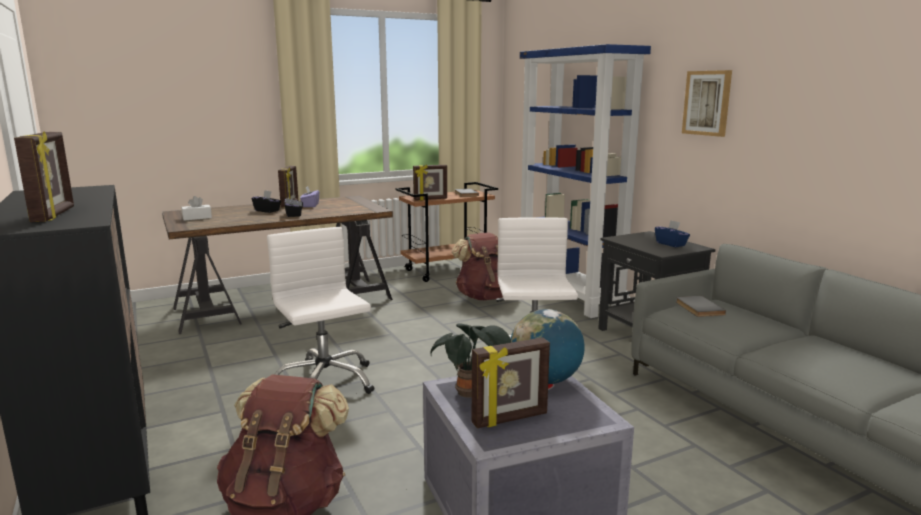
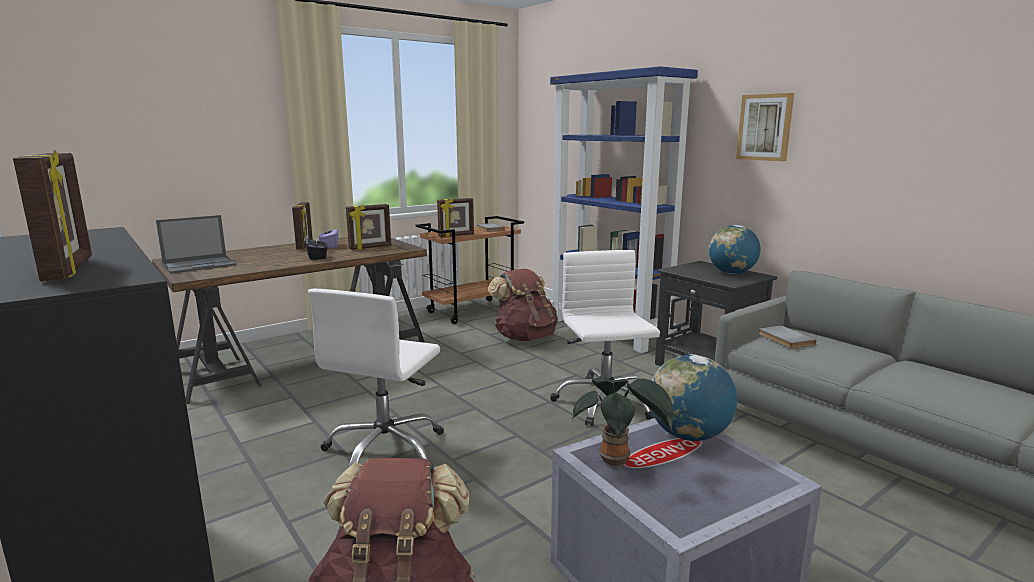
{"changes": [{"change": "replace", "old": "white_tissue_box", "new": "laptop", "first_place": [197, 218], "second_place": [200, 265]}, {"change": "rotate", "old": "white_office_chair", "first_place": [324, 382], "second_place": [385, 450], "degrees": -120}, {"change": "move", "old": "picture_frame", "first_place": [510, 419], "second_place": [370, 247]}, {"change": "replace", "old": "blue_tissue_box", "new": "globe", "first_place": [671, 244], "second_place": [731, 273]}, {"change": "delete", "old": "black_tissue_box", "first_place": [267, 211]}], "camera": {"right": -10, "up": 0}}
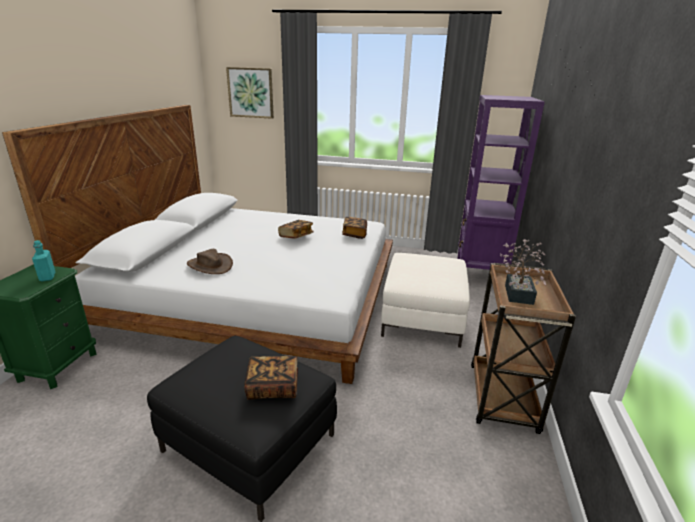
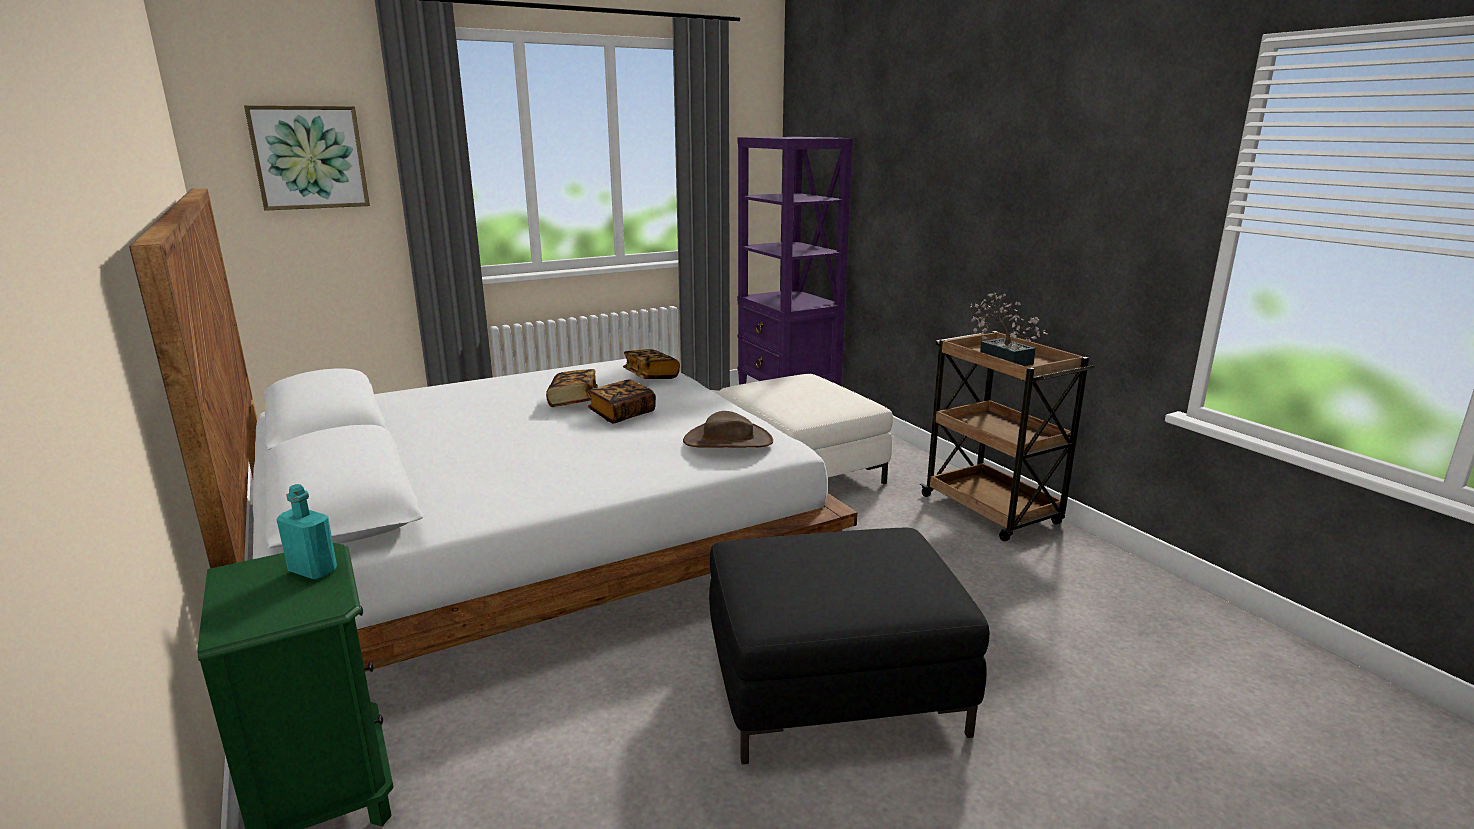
{"changes": [{"change": "move", "old": "book", "first_place": [273, 387], "second_place": [622, 414]}, {"change": "move", "old": "brown_hat", "first_place": [210, 265], "second_place": [728, 441]}], "camera": {"right": -40, "up": -5}}
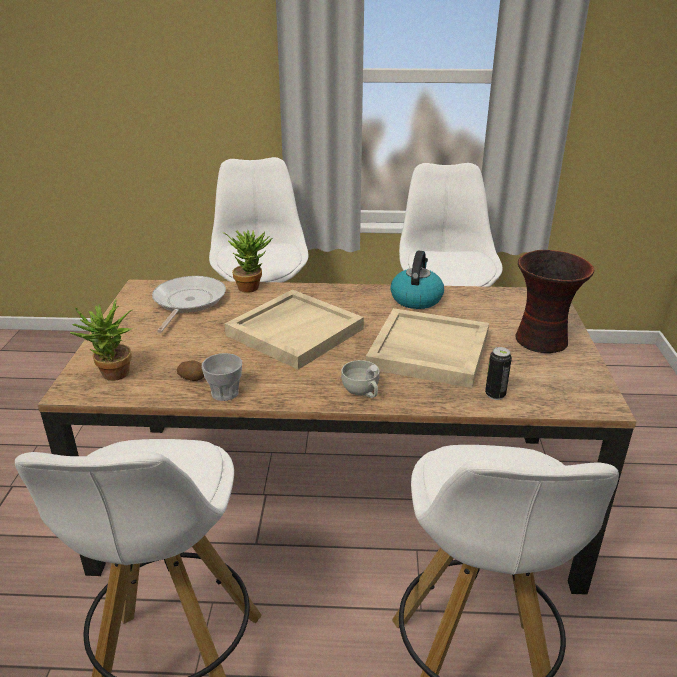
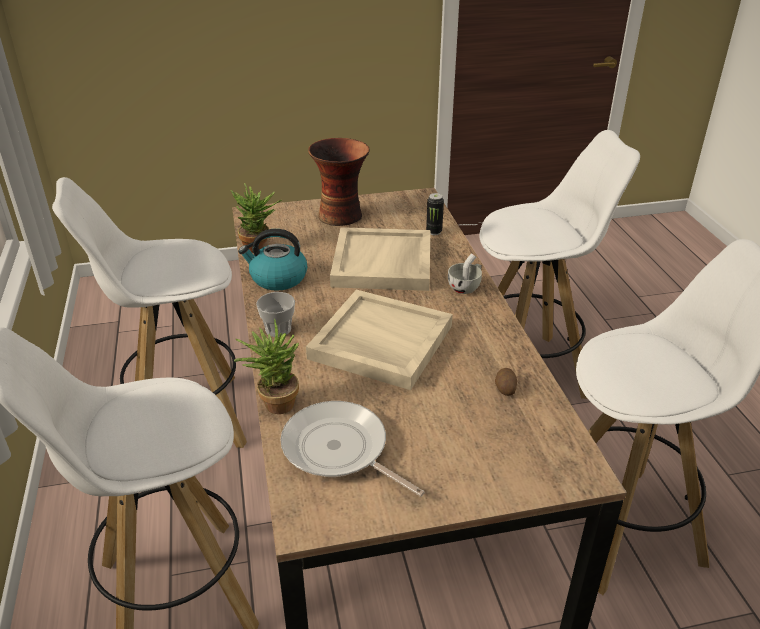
{"changes": [{"change": "move", "old": "potted_plant", "first_place": [112, 376], "second_place": [260, 247]}, {"change": "move", "old": "cup", "first_place": [225, 393], "second_place": [278, 329]}, {"change": "rotate", "old": "frying_pan", "first_place": [187, 302], "second_place": [339, 450], "degrees": 45}], "camera": {"right": -105, "up": 5}}
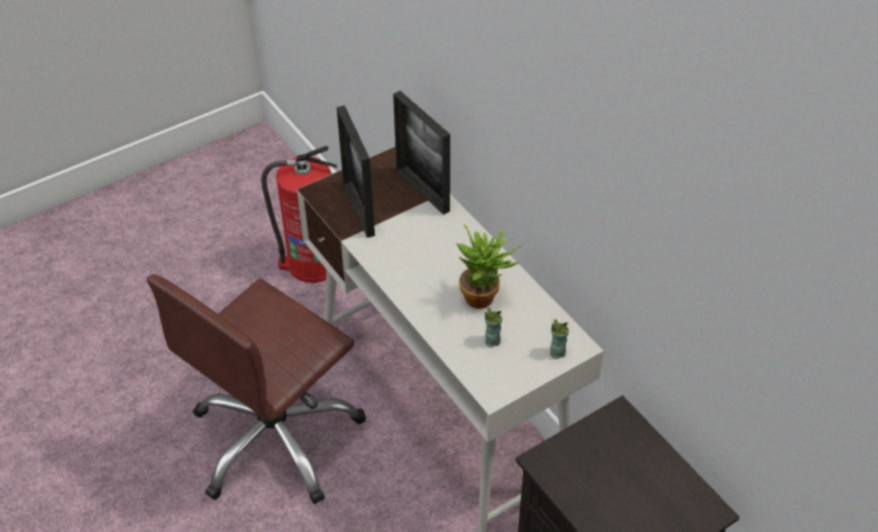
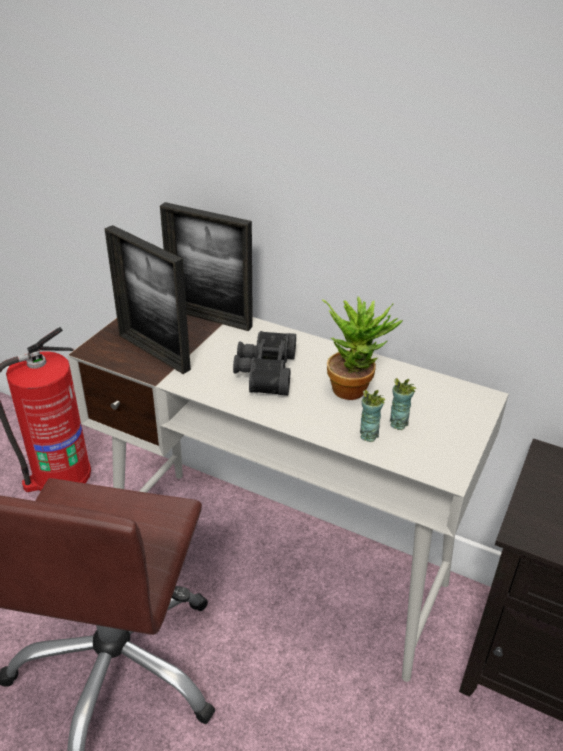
{"changes": [{"change": "insert", "new": "black_binoculars", "second_place": [264, 372]}, {"change": "move", "old": "cup", "first_place": [557, 352], "second_place": [368, 435]}], "camera": {"right": -30, "up": -10}}
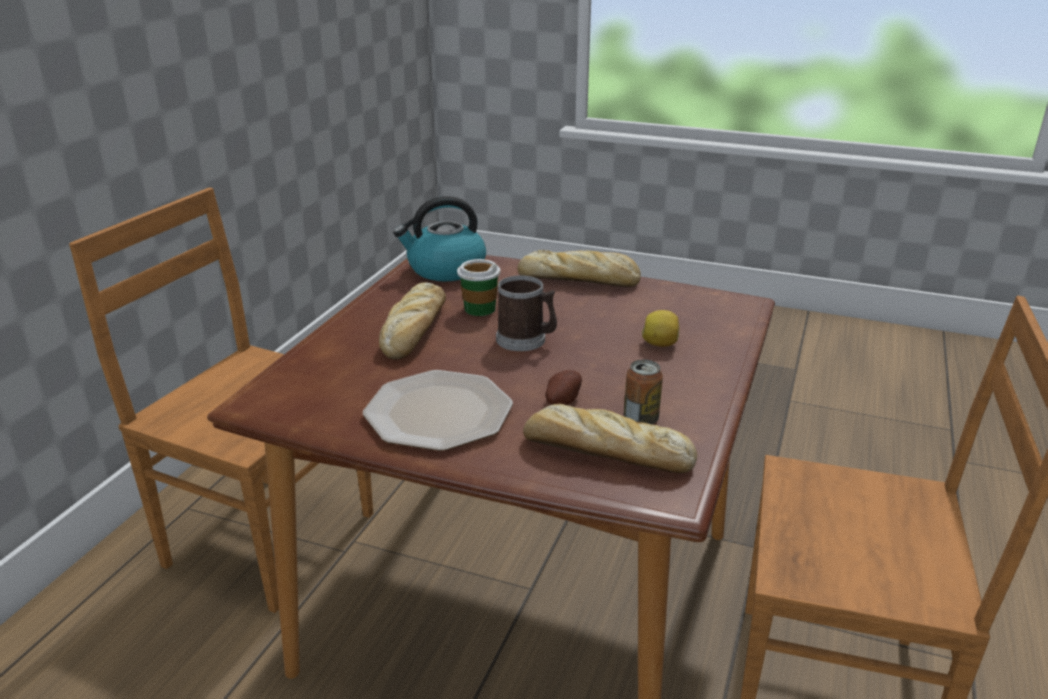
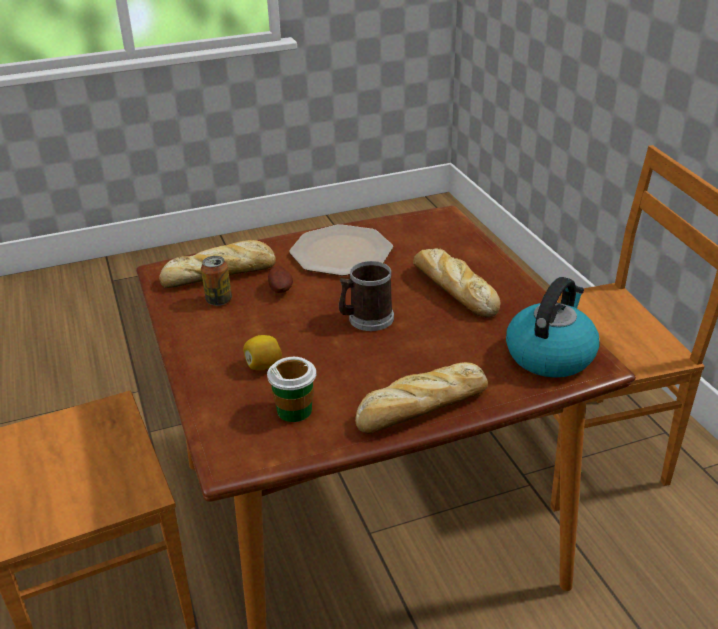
{"changes": [{"change": "move", "old": "cup", "first_place": [479, 309], "second_place": [295, 410]}], "camera": {"right": 140, "up": 5}}
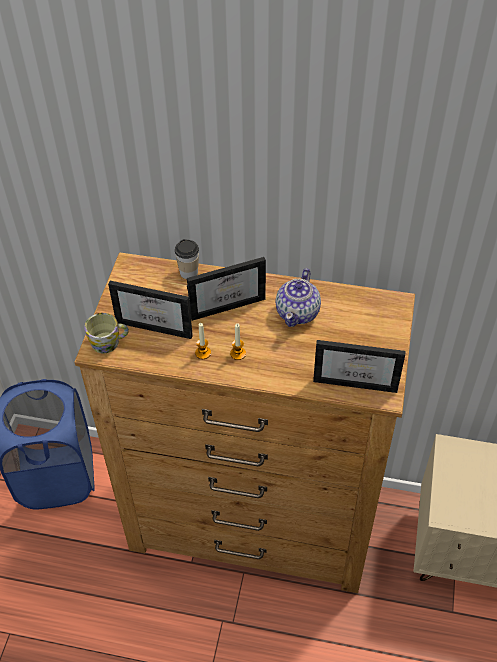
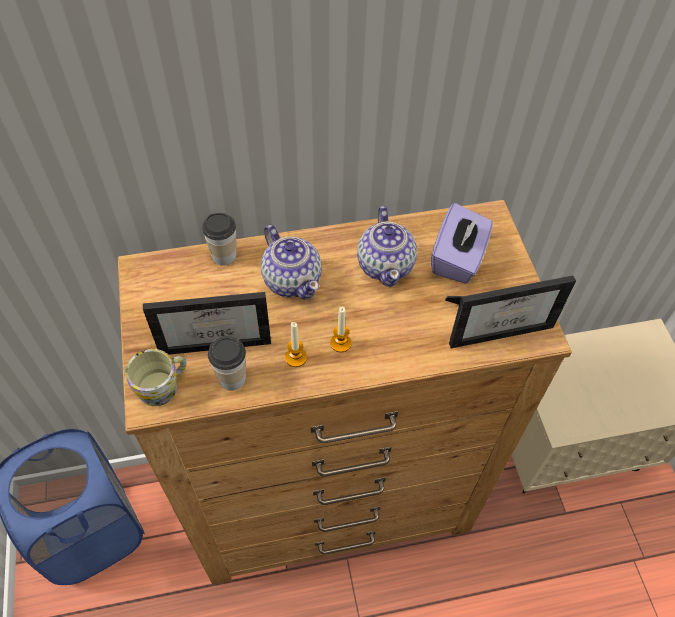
{"changes": [{"change": "insert", "new": "cup", "second_place": [232, 378]}, {"change": "replace", "old": "picture_frame", "new": "teapot", "first_place": [227, 302], "second_place": [292, 279]}, {"change": "insert", "new": "purple_tissue_box", "second_place": [458, 259]}], "camera": {"right": -25, "up": 5}}
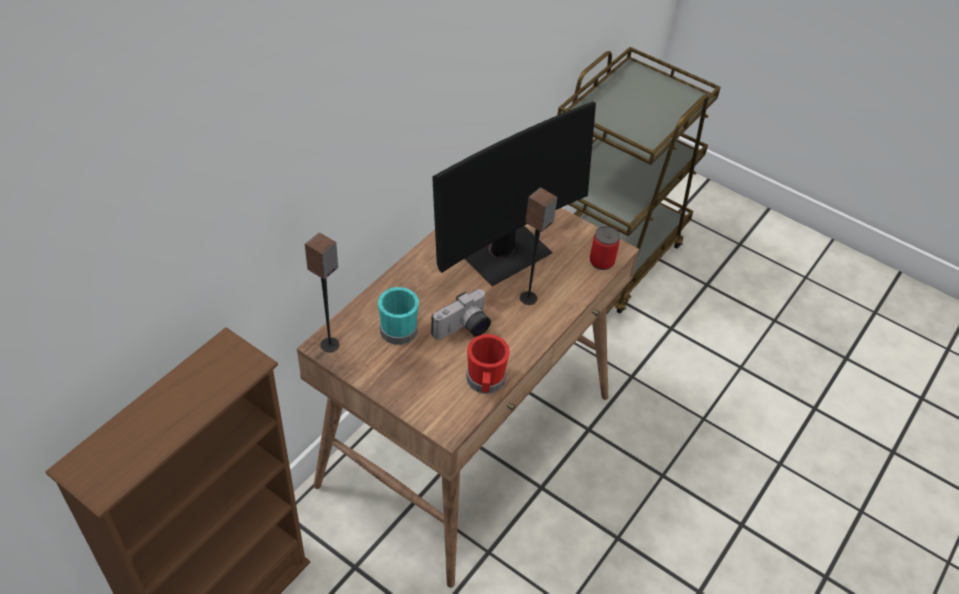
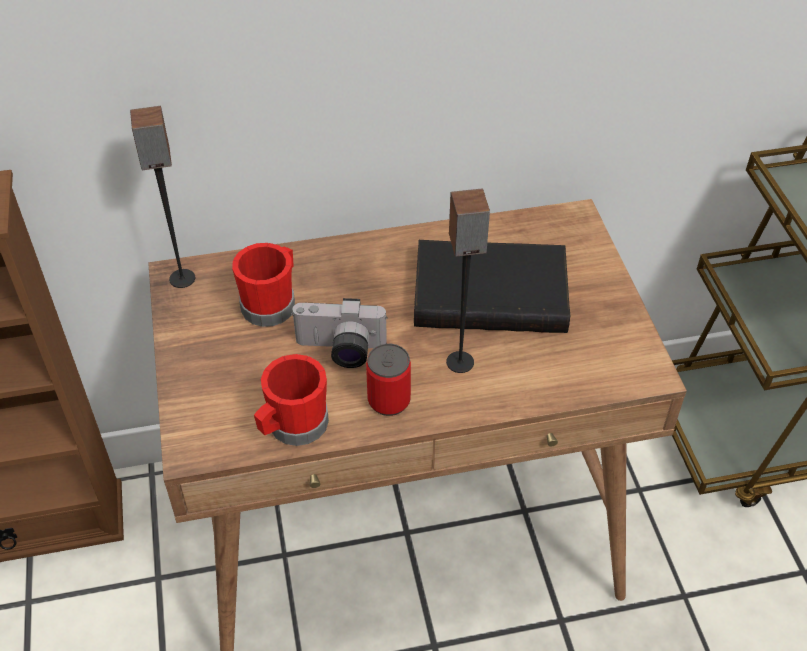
{"changes": [{"change": "recolor", "old": "turquoise_mug", "new": "red_mug", "first_place": [398, 327], "second_place": [272, 303]}, {"change": "move", "old": "can", "first_place": [601, 261], "second_place": [389, 400]}, {"change": "replace", "old": "monitor", "new": "black_book", "first_place": [503, 252], "second_place": [491, 291]}], "camera": {"right": 45, "up": 0}}
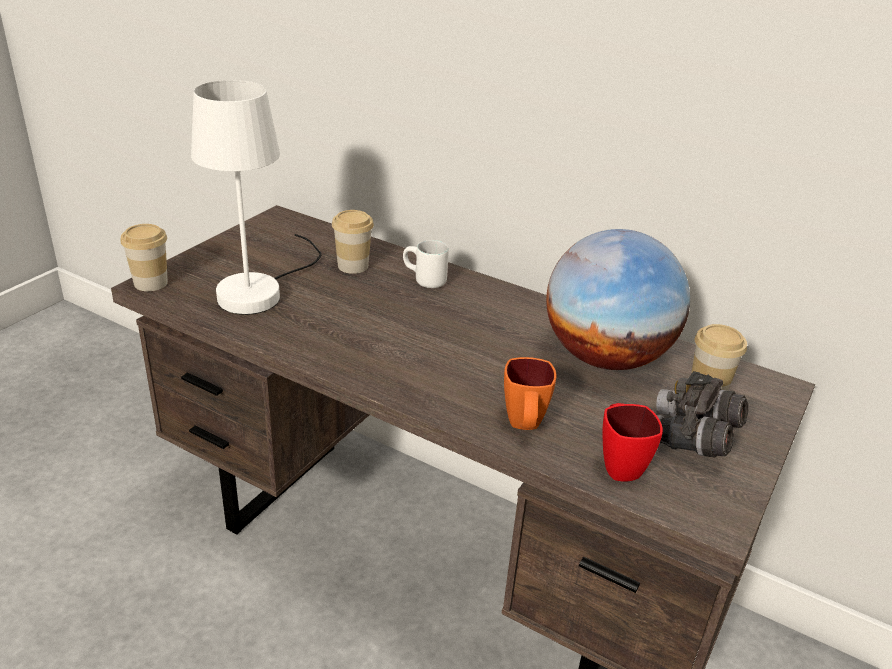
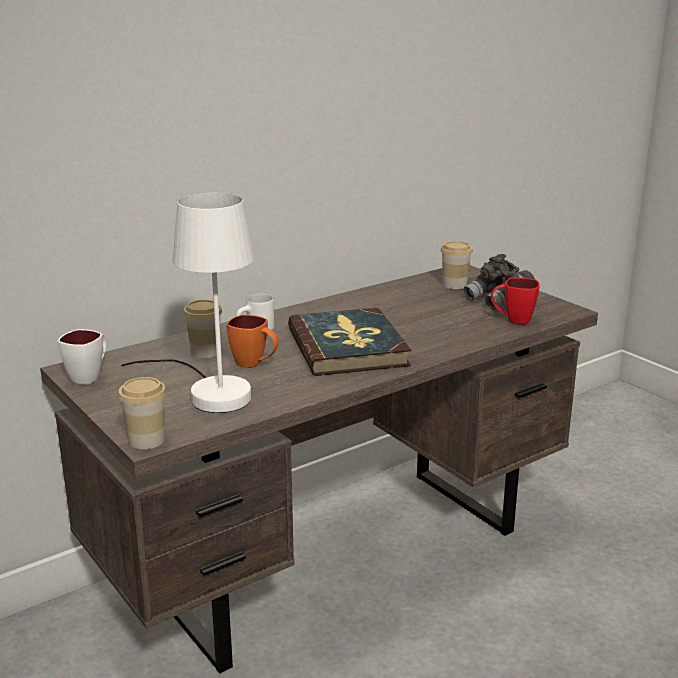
{"changes": [{"change": "insert", "new": "white_mug", "second_place": [89, 376]}, {"change": "move", "old": "orange_mug", "first_place": [524, 427], "second_place": [255, 364]}, {"change": "insert", "new": "book", "second_place": [348, 347]}, {"change": "delete", "old": "globe", "first_place": [605, 357]}], "camera": {"right": -65, "up": -10}}
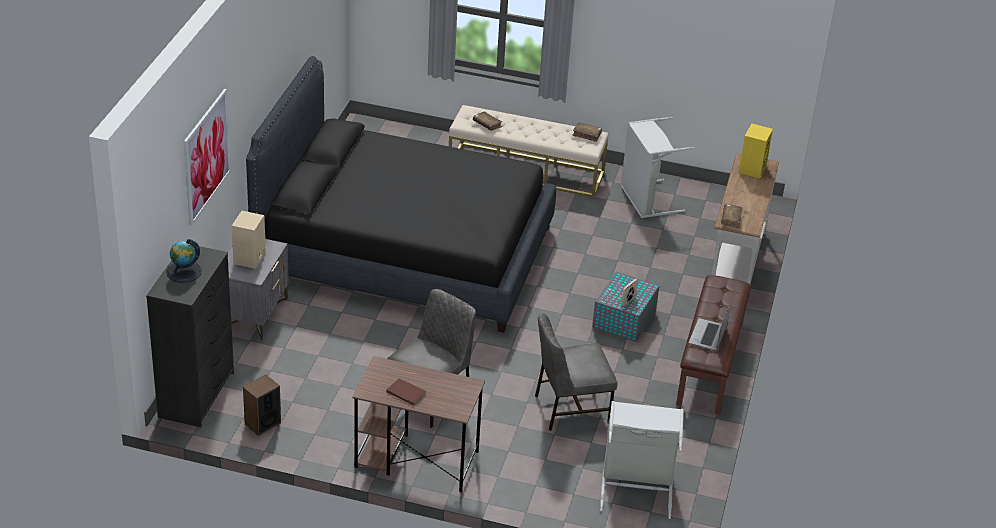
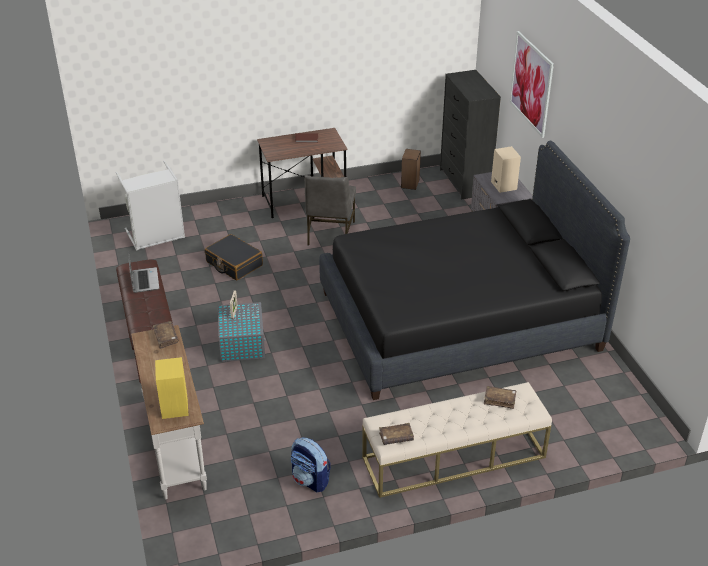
{"changes": [{"change": "replace", "old": "grey_chair", "new": "black_suitcase", "first_place": [570, 408], "second_place": [234, 264]}, {"change": "replace", "old": "grey_laundry_basket", "new": "backpack", "first_place": [645, 200], "second_place": [310, 480]}, {"change": "delete", "old": "globe", "first_place": [184, 272]}], "camera": {"right": 150, "up": 0}}
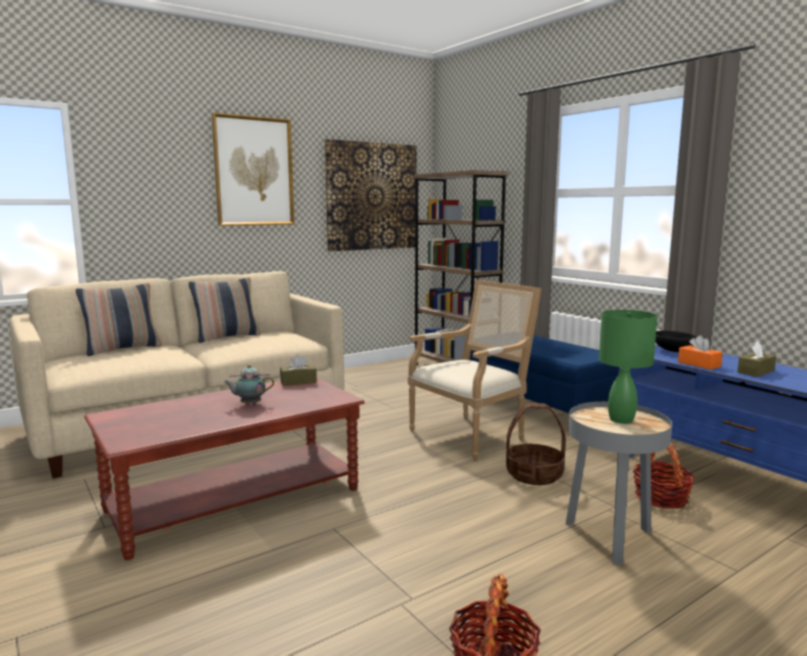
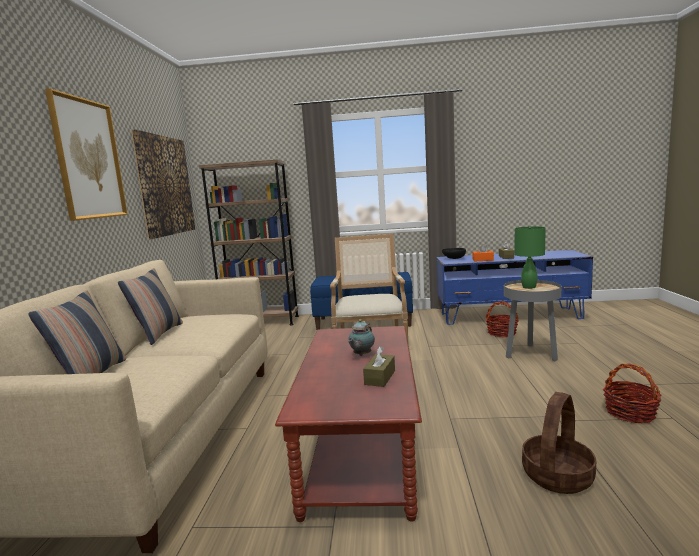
{"changes": [{"change": "move", "old": "brown_tissue_box", "first_place": [298, 382], "second_place": [380, 377]}, {"change": "move", "old": "basket", "first_place": [534, 475], "second_place": [557, 476]}], "camera": {"right": -50, "up": 0}}
